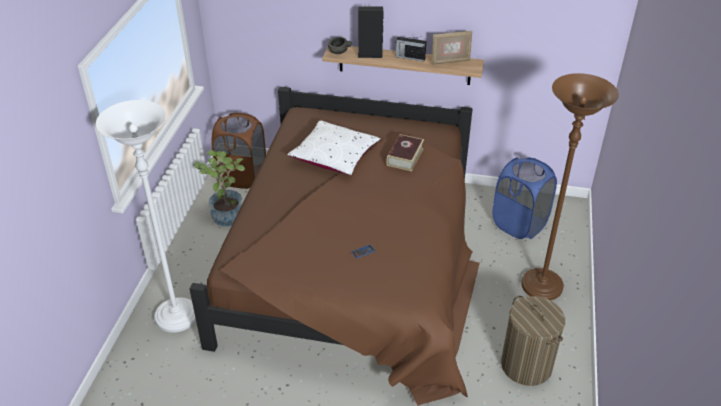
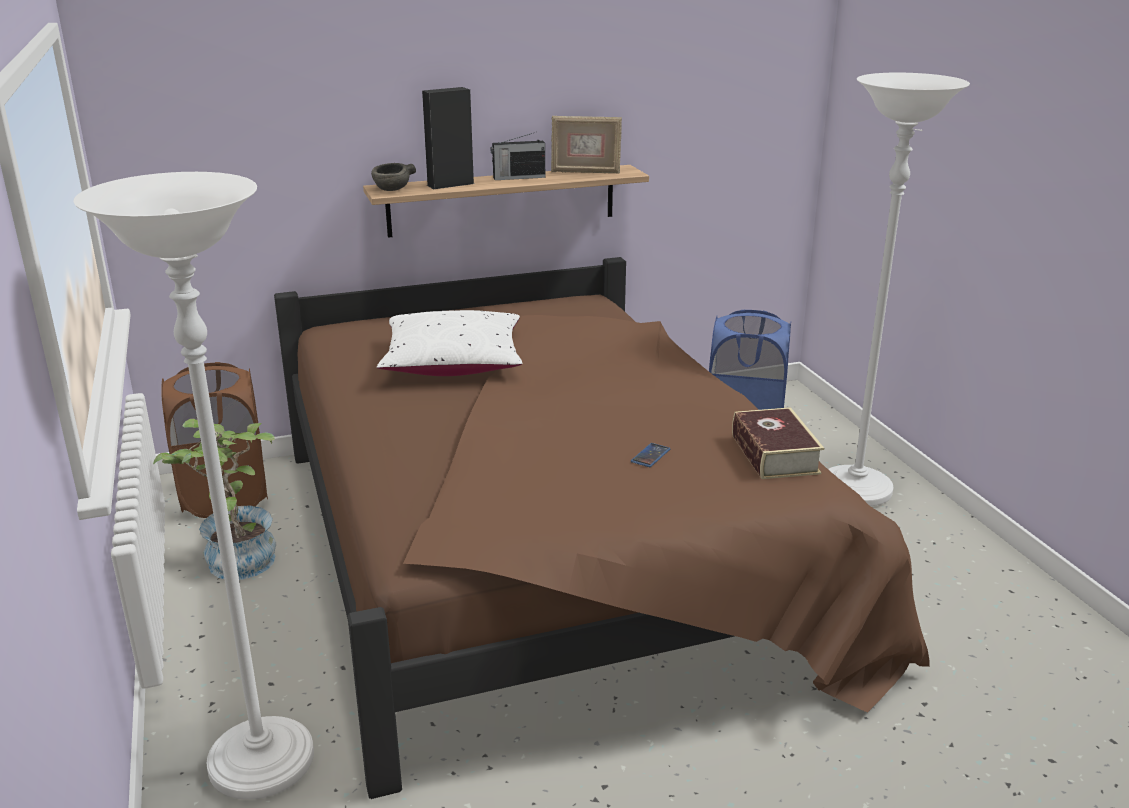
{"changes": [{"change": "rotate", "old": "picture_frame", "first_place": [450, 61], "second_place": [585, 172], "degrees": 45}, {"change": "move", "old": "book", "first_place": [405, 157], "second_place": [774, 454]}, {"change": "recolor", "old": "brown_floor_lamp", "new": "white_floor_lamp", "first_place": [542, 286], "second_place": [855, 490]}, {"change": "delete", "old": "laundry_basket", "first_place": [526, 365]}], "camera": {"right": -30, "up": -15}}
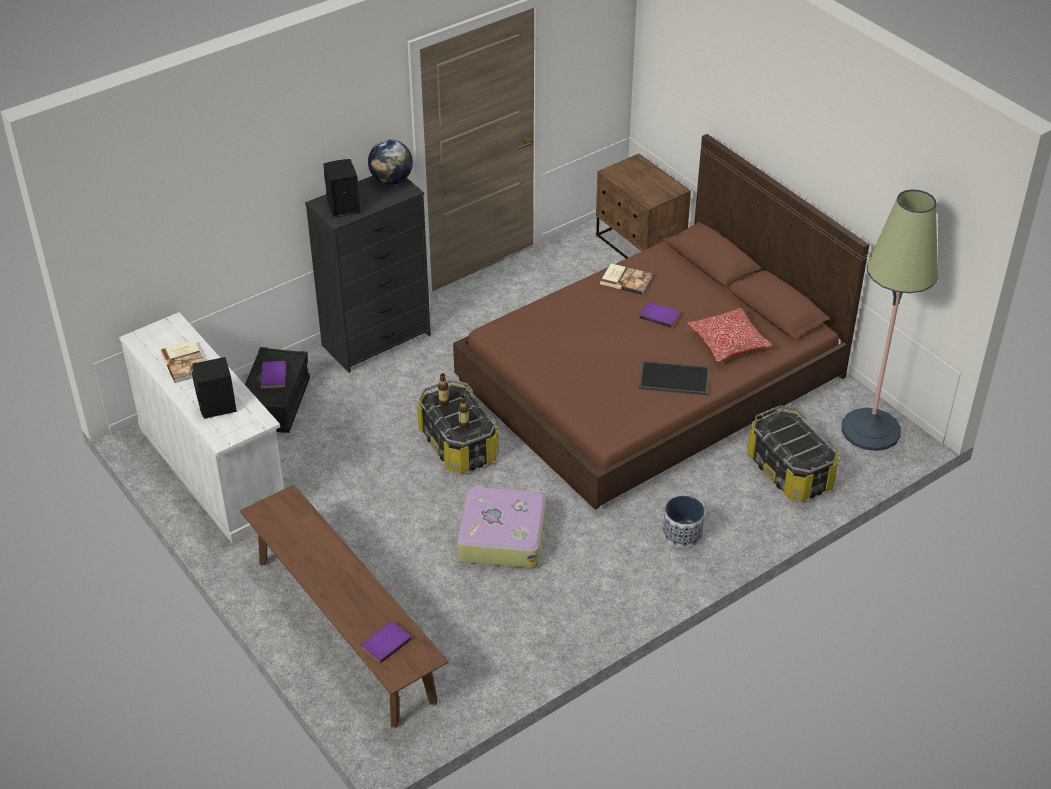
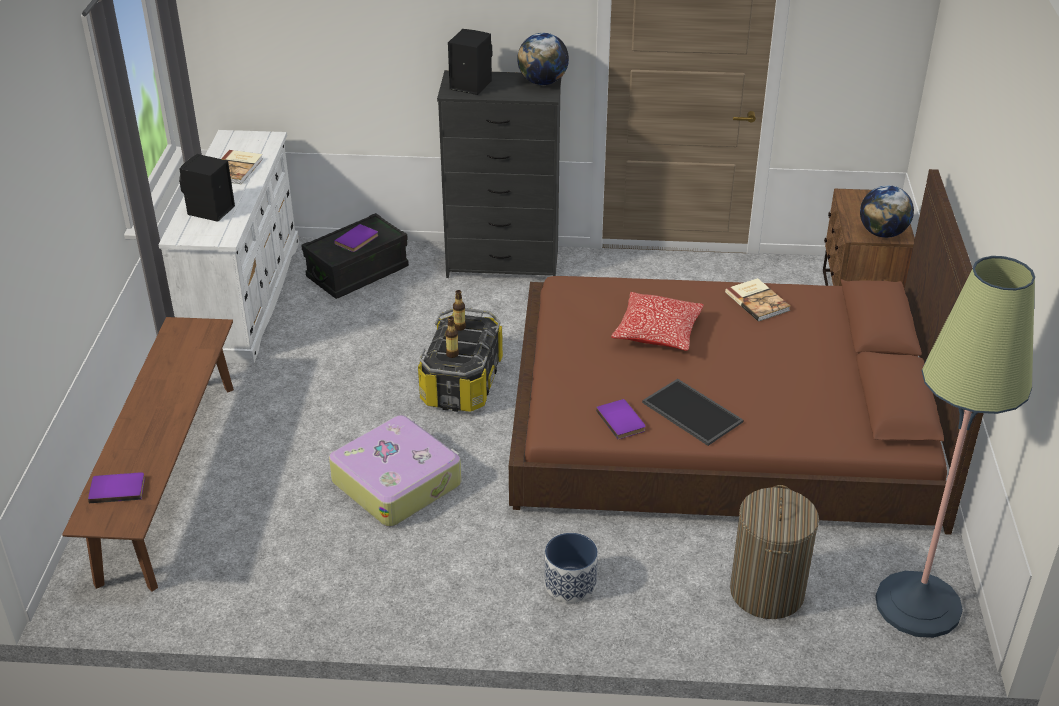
{"changes": [{"change": "move", "old": "purple_book", "first_place": [660, 315], "second_place": [622, 420]}, {"change": "move", "old": "pillow", "first_place": [728, 343], "second_place": [657, 332]}, {"change": "replace", "old": "storage_box", "new": "laundry_basket", "first_place": [790, 471], "second_place": [767, 592]}, {"change": "insert", "new": "globe", "second_place": [882, 233]}], "camera": {"right": 40, "up": -5}}
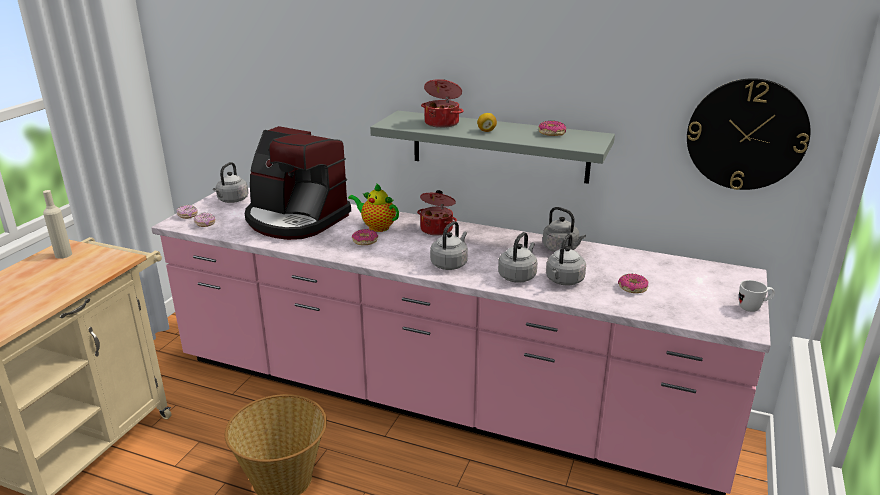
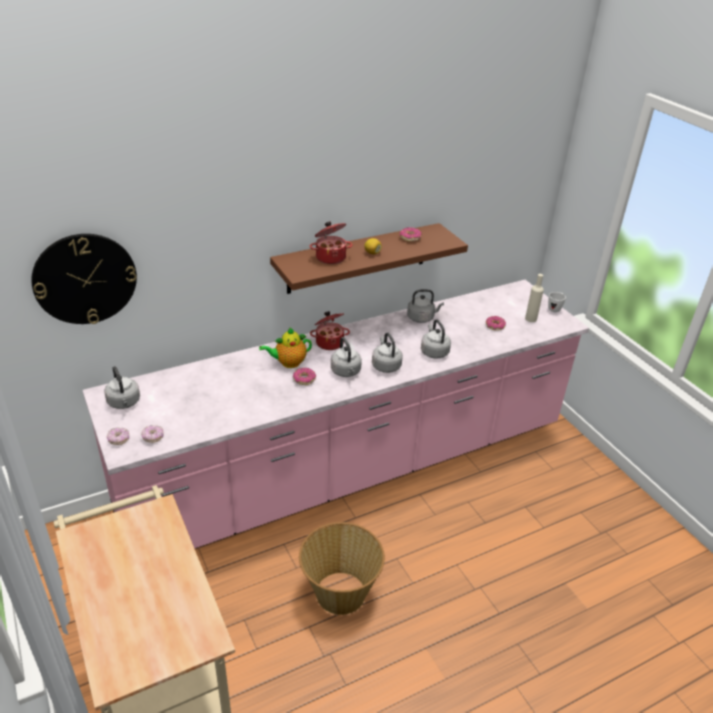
{"changes": [{"change": "move", "old": "wall_clock", "first_place": [746, 135], "second_place": [85, 279]}, {"change": "recolor", "old": "grey_shelf", "new": "brown_shelf", "first_place": [499, 146], "second_place": [358, 258]}, {"change": "move", "old": "grey_kettle", "first_place": [564, 281], "second_place": [346, 372]}, {"change": "move", "old": "beige_bottle", "first_place": [63, 255], "second_place": [530, 319]}, {"change": "delete", "old": "coffee_machine", "first_place": [295, 219]}], "camera": {"right": -50, "up": 10}}
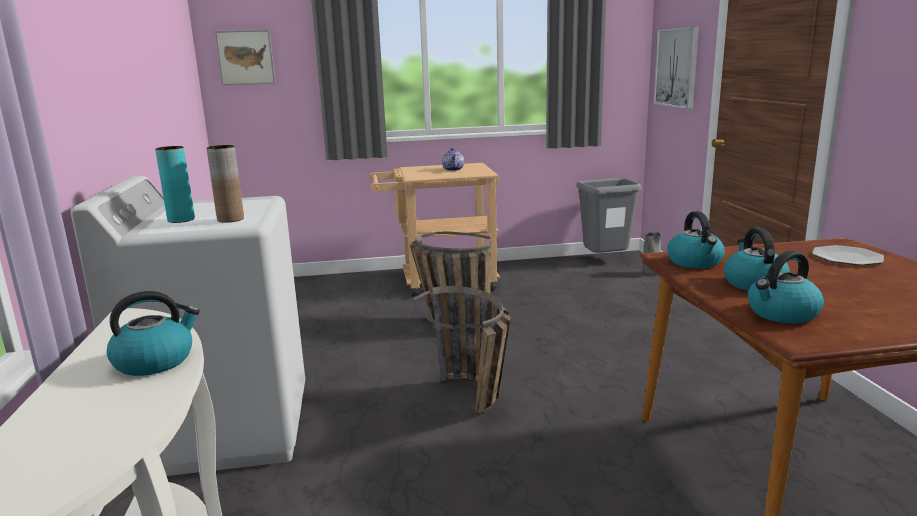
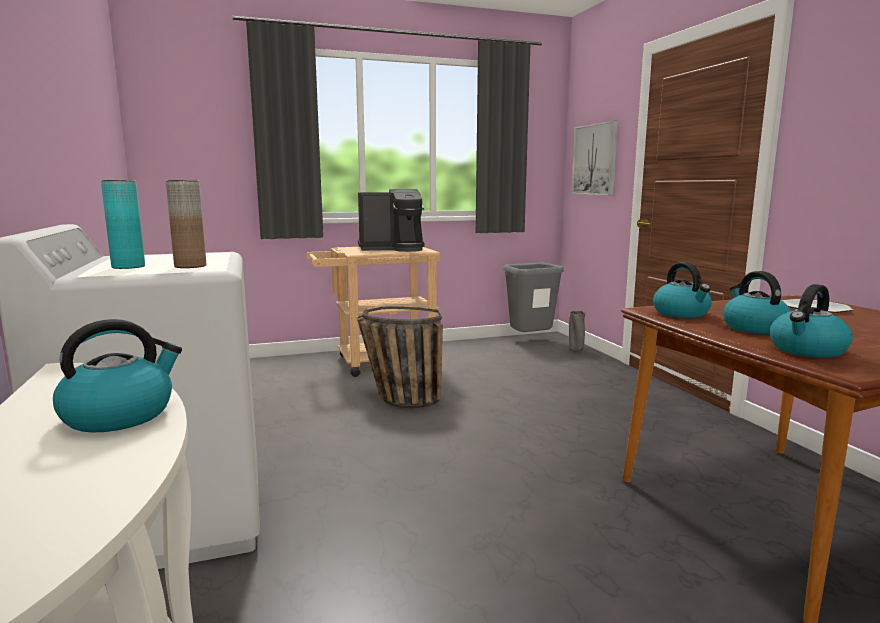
{"changes": [{"change": "replace", "old": "teapot", "new": "coffee_machine", "first_place": [453, 169], "second_place": [392, 249]}, {"change": "delete", "old": "picture", "first_place": [246, 57]}, {"change": "delete", "old": "basket", "first_place": [476, 404]}], "camera": {"right": -10, "up": -5}}
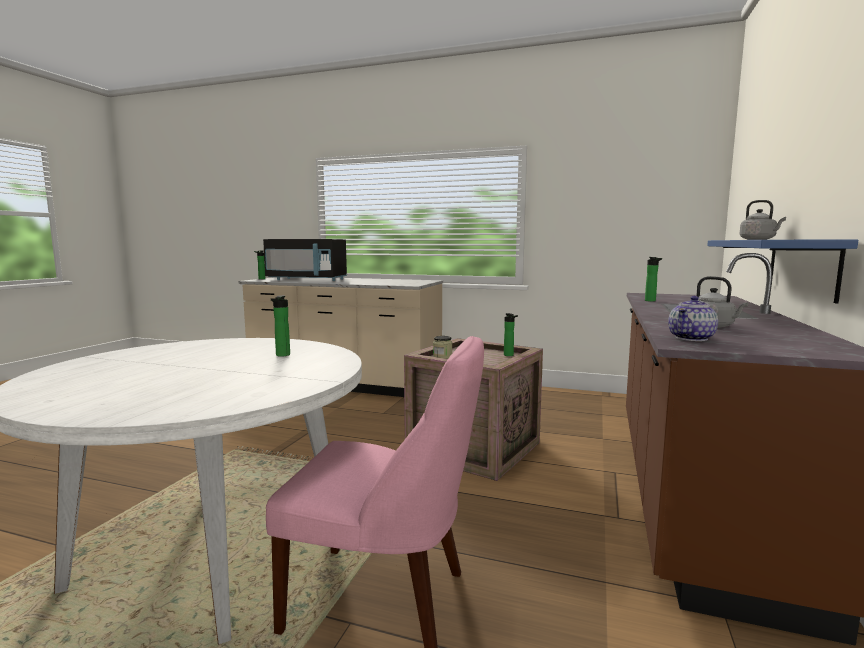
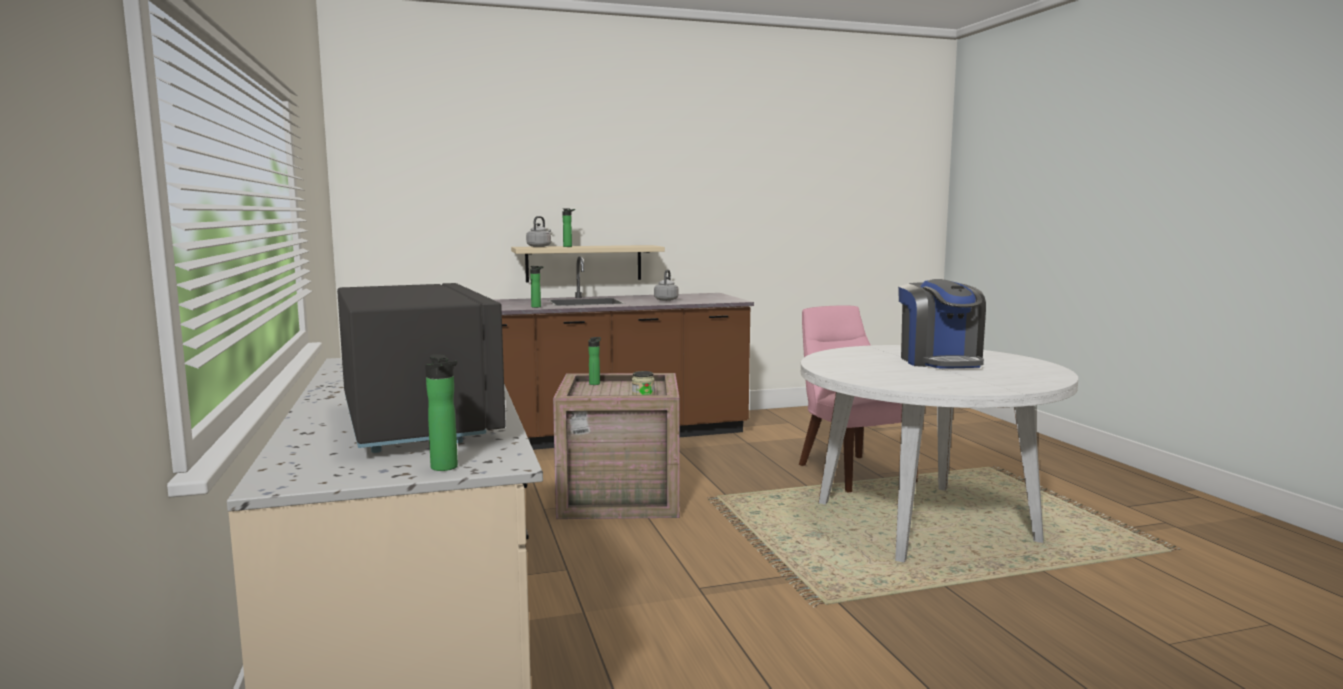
{"changes": [{"change": "recolor", "old": "blue_shelf", "new": "beige_shelf", "first_place": [801, 266], "second_place": [584, 263]}, {"change": "move", "old": "bottle", "first_place": [282, 355], "second_place": [569, 246]}, {"change": "insert", "new": "coffee_machine", "second_place": [940, 361]}, {"change": "delete", "old": "teapot", "first_place": [692, 338]}], "camera": {"right": -125, "up": 0}}
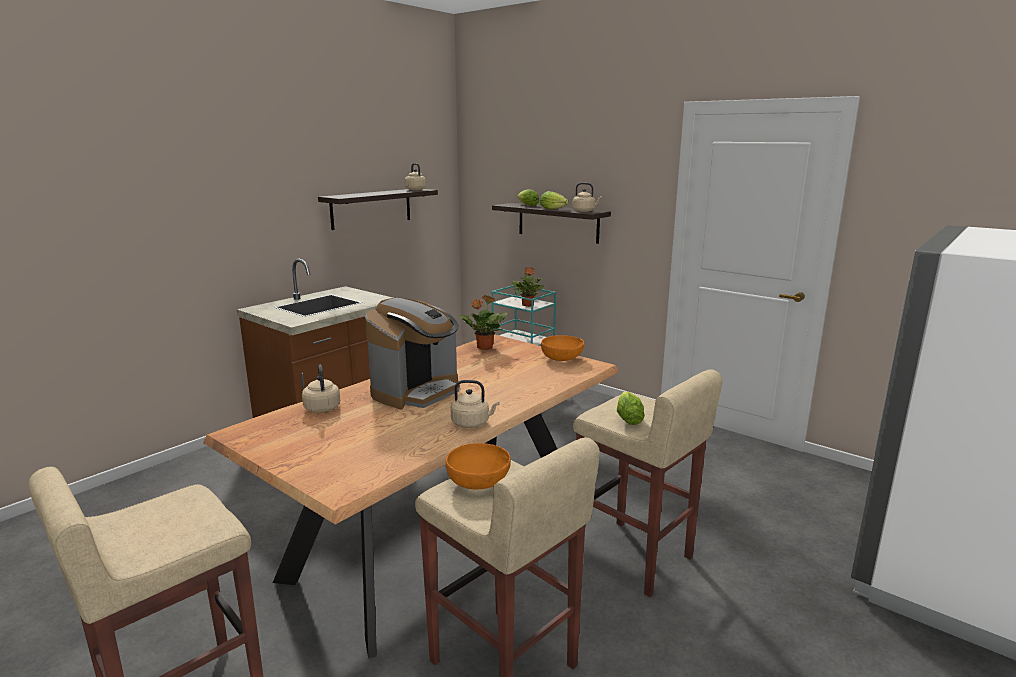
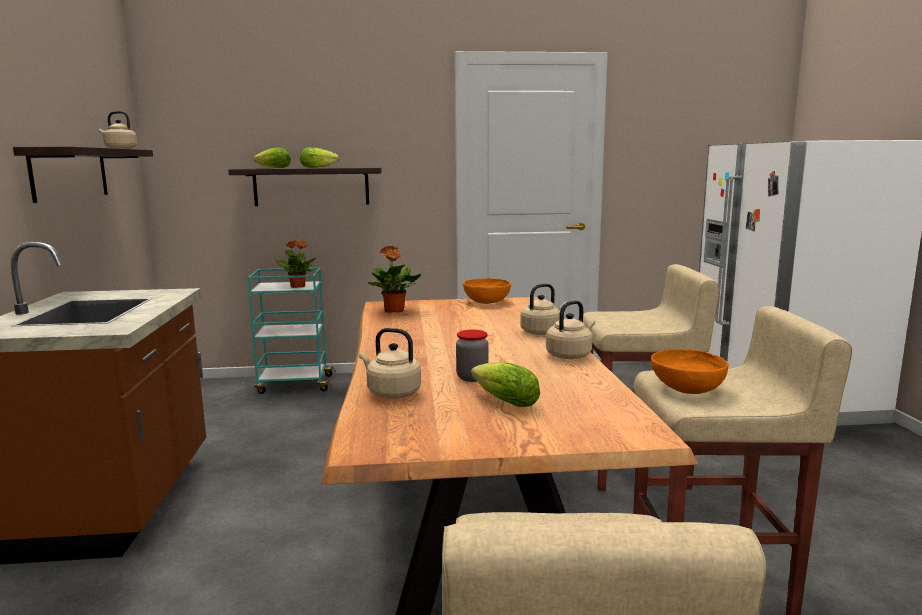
{"changes": [{"change": "insert", "new": "jar", "second_place": [472, 377]}, {"change": "move", "old": "lettuce", "first_place": [628, 417], "second_place": [502, 401]}, {"change": "move", "old": "beige_kettle", "first_place": [585, 211], "second_place": [542, 332]}, {"change": "delete", "old": "coffee_machine", "first_place": [417, 391]}], "camera": {"right": -45, "up": -5}}
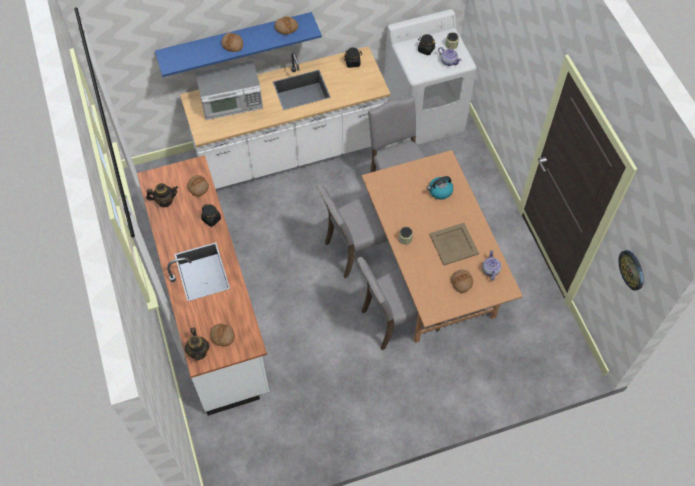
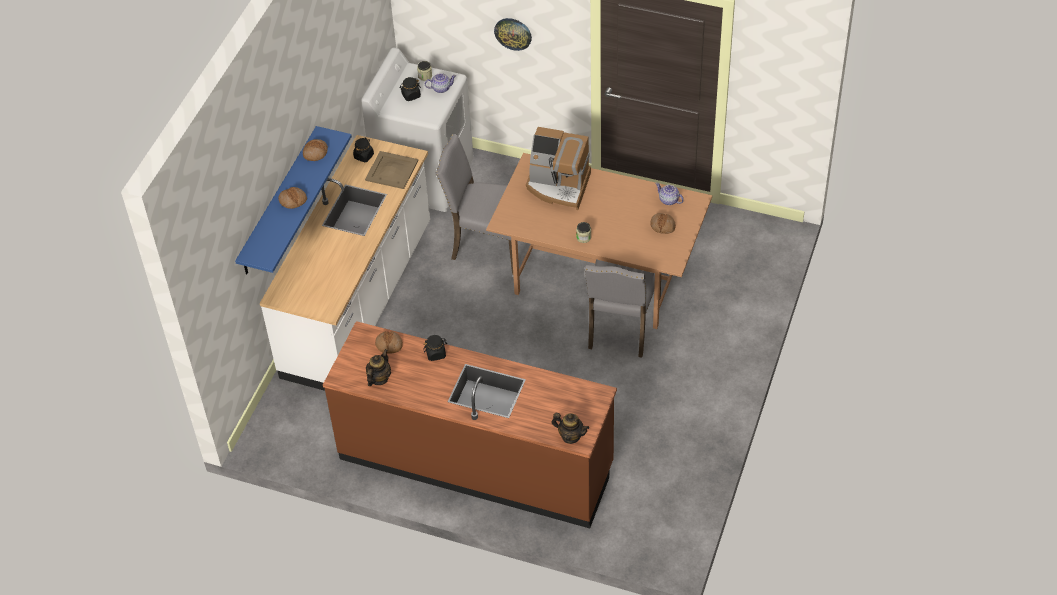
{"changes": [{"change": "recolor", "old": "white_counter", "new": "brown_counter", "first_place": [212, 307], "second_place": [476, 461]}, {"change": "move", "old": "beige_tray", "first_place": [453, 244], "second_place": [391, 170]}, {"change": "move", "old": "wall_clock", "first_place": [632, 269], "second_place": [513, 33]}, {"change": "replace", "old": "kettle", "new": "coffee_machine", "first_place": [440, 191], "second_place": [558, 186]}, {"change": "delete", "old": "microwave", "first_place": [231, 102]}, {"change": "delete", "old": "bread", "first_place": [222, 336]}, {"change": "delete", "old": "grey_chair", "first_place": [359, 249]}], "camera": {"right": -50, "up": -10}}
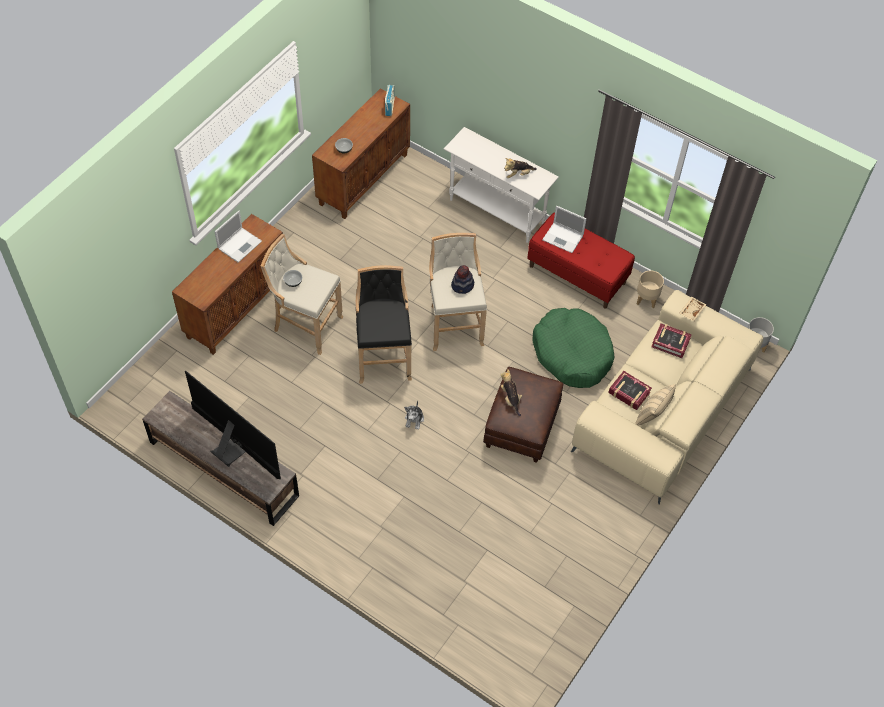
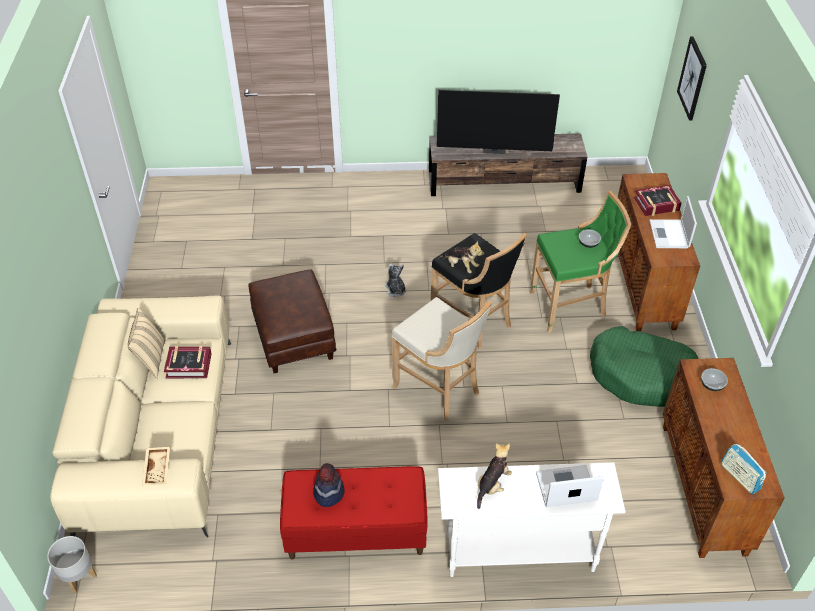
{"changes": [{"change": "move", "old": "hat", "first_place": [462, 285], "second_place": [328, 493]}, {"change": "move", "old": "plush_toy", "first_place": [510, 399], "second_place": [461, 266]}, {"change": "recolor", "old": "beige_stool", "new": "green_stool", "first_place": [305, 325], "second_place": [570, 306]}, {"change": "move", "old": "laptop", "first_place": [563, 238], "second_place": [565, 487]}, {"change": "move", "old": "green_dog_bed", "first_place": [572, 353], "second_place": [641, 375]}, {"change": "move", "old": "book", "first_place": [670, 342], "second_place": [656, 204]}, {"change": "insert", "new": "picture", "second_place": [692, 78]}, {"change": "delete", "old": "beige_planter", "first_place": [646, 299]}], "camera": {"right": 145, "up": -10}}
